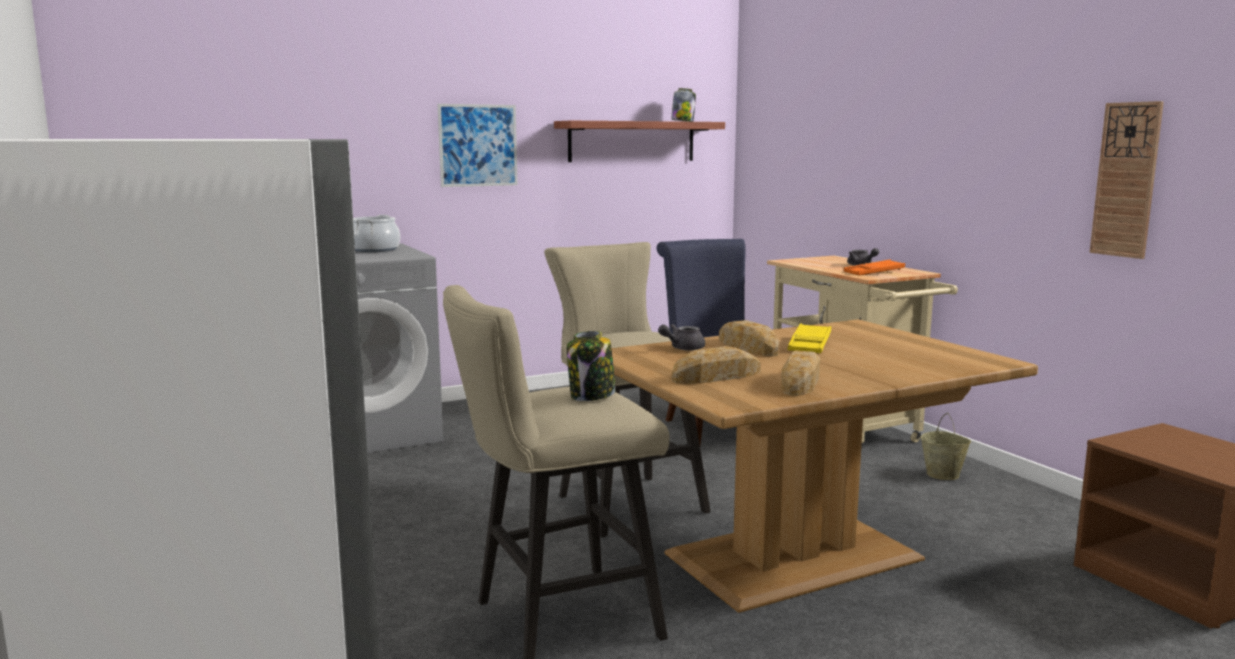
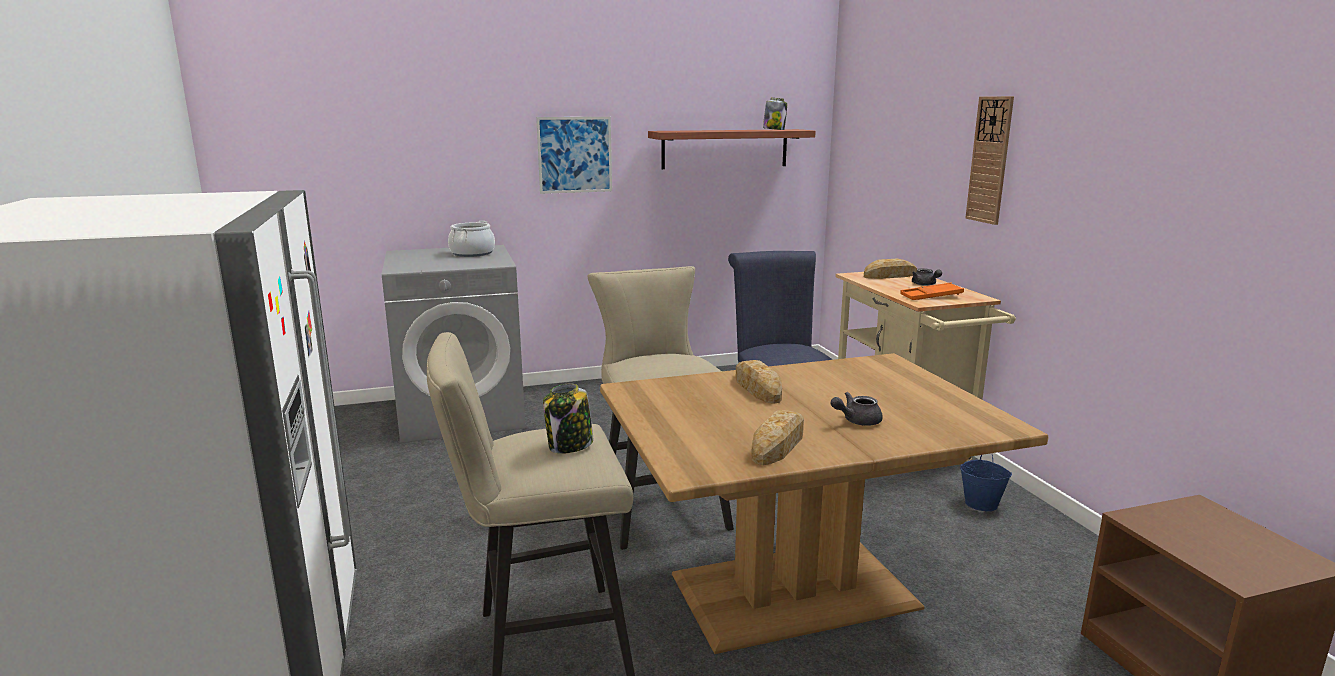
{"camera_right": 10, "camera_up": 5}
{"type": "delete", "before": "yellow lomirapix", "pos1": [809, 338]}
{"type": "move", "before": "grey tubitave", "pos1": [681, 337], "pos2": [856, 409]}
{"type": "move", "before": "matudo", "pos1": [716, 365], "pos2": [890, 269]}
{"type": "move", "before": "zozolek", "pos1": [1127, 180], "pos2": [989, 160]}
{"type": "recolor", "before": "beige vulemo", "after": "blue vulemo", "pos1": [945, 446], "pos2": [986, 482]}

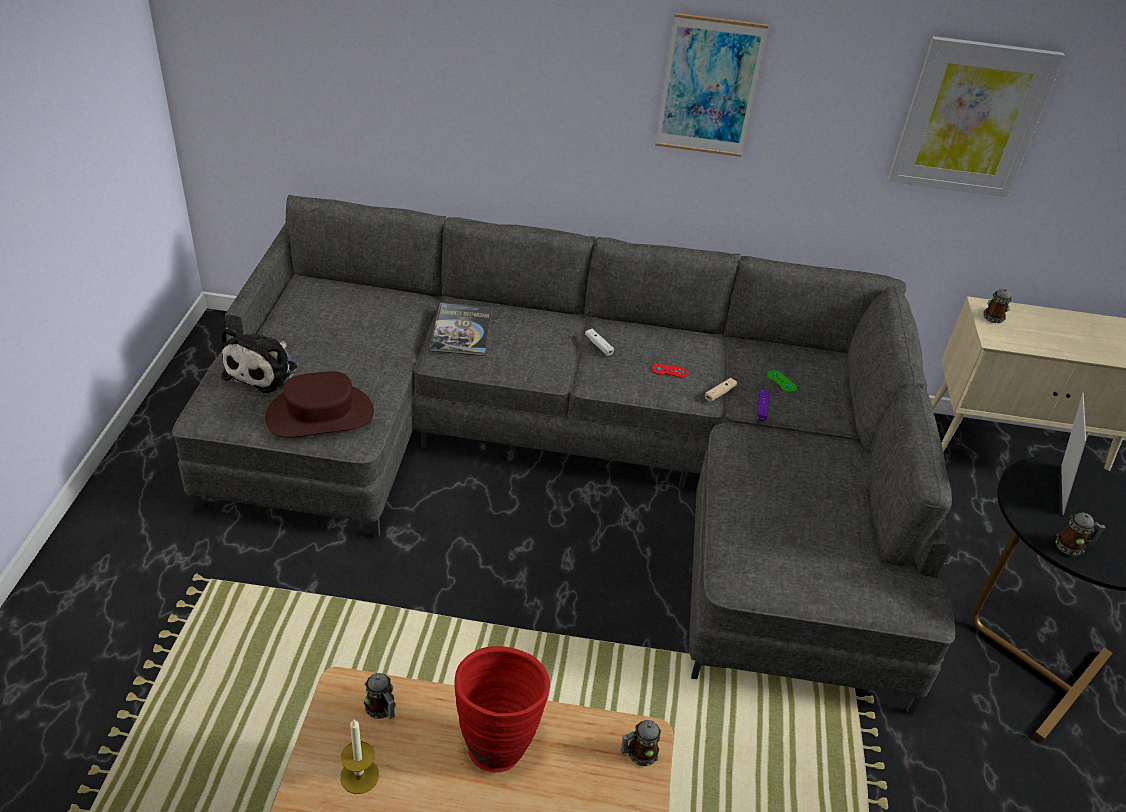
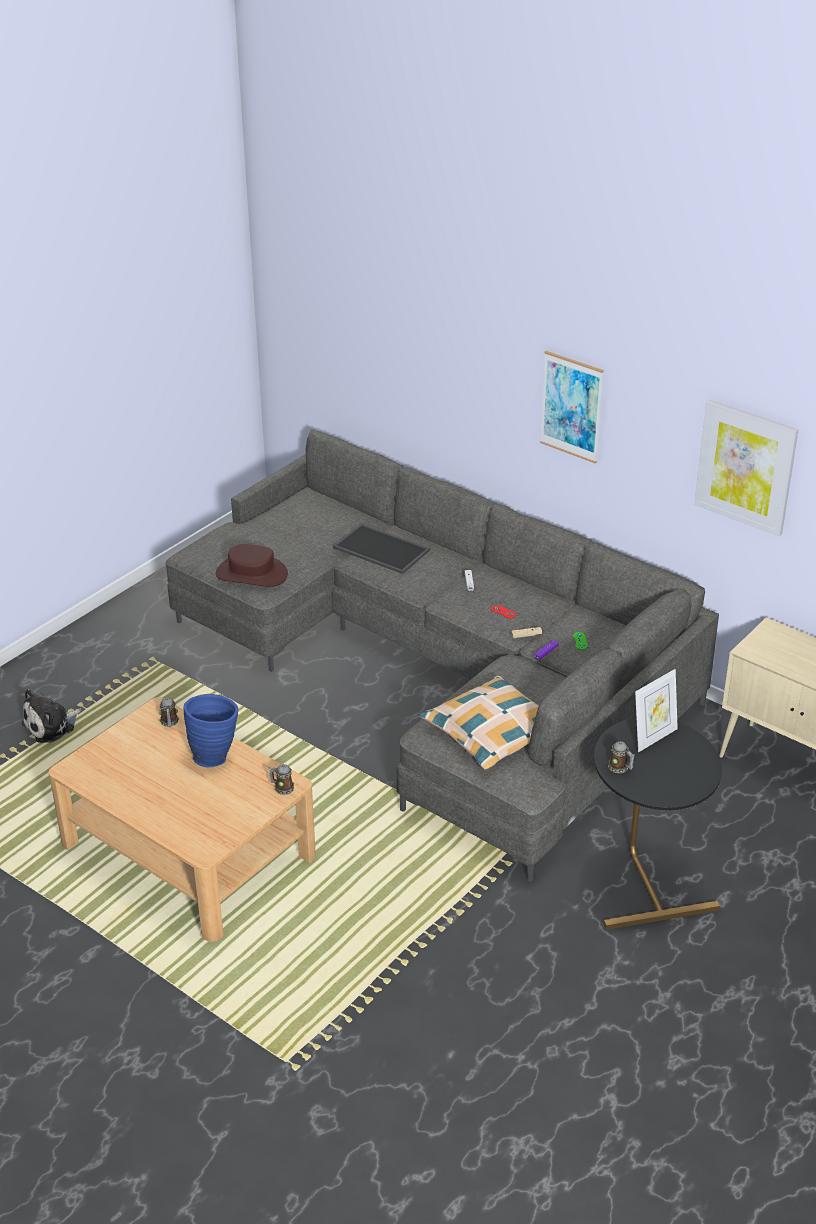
{"camera_right": 35, "camera_up": -5}
{"type": "delete", "before": "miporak", "pos1": [359, 756]}
{"type": "delete", "before": "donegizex", "pos1": [997, 306]}
{"type": "insert", "after": "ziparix", "pos2": [478, 723]}
{"type": "move", "before": "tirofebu", "pos1": [259, 360], "pos2": [52, 716]}
{"type": "replace", "before": "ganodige", "after": "lomirapix", "pos1": [461, 329], "pos2": [381, 548]}
{"type": "recolor", "before": "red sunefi", "after": "blue sunefi", "pos1": [502, 709], "pos2": [210, 731]}

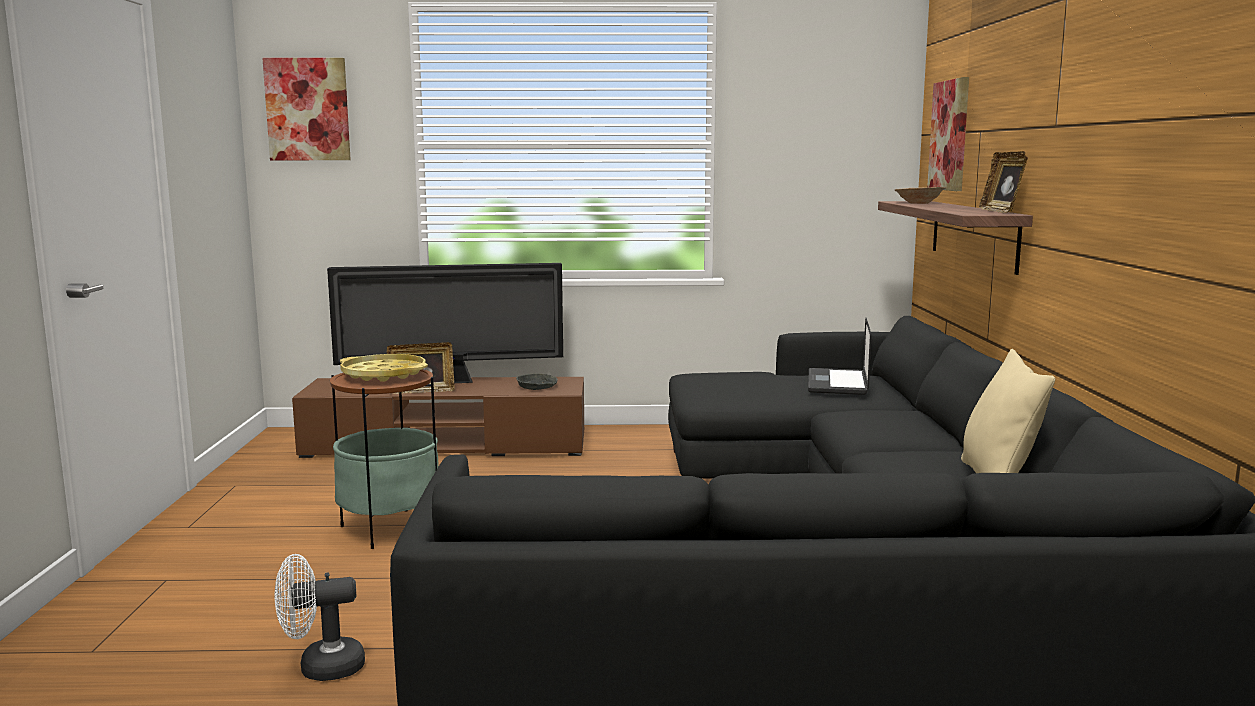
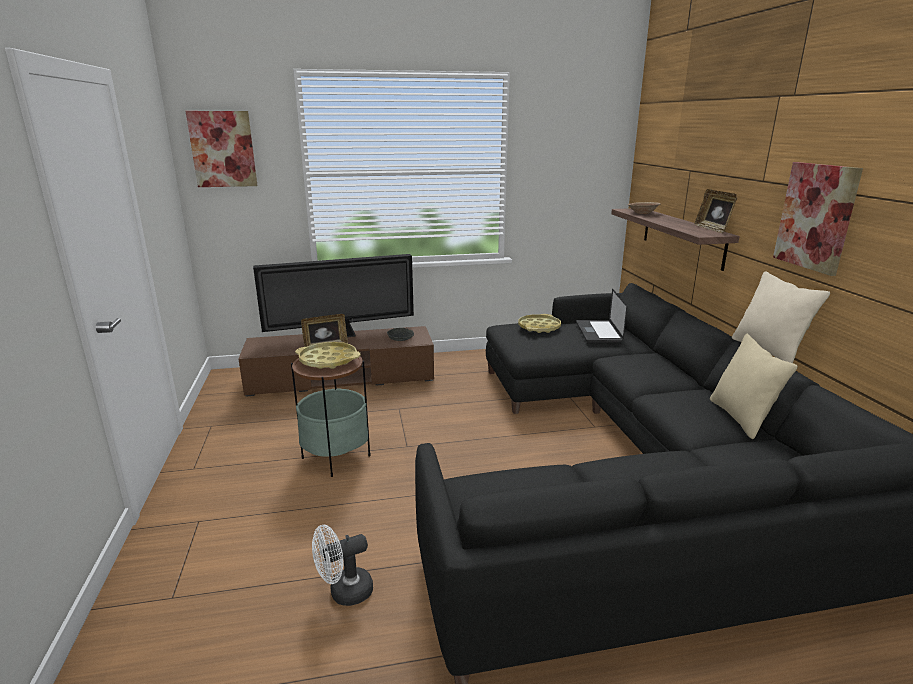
{"camera_right": -10, "camera_up": 10}
{"type": "insert", "after": "yellow lomirapix", "pos2": [539, 323]}
{"type": "insert", "after": "beige ziparix", "pos2": [781, 317]}
{"type": "move", "before": "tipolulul", "pos1": [948, 134], "pos2": [818, 219]}

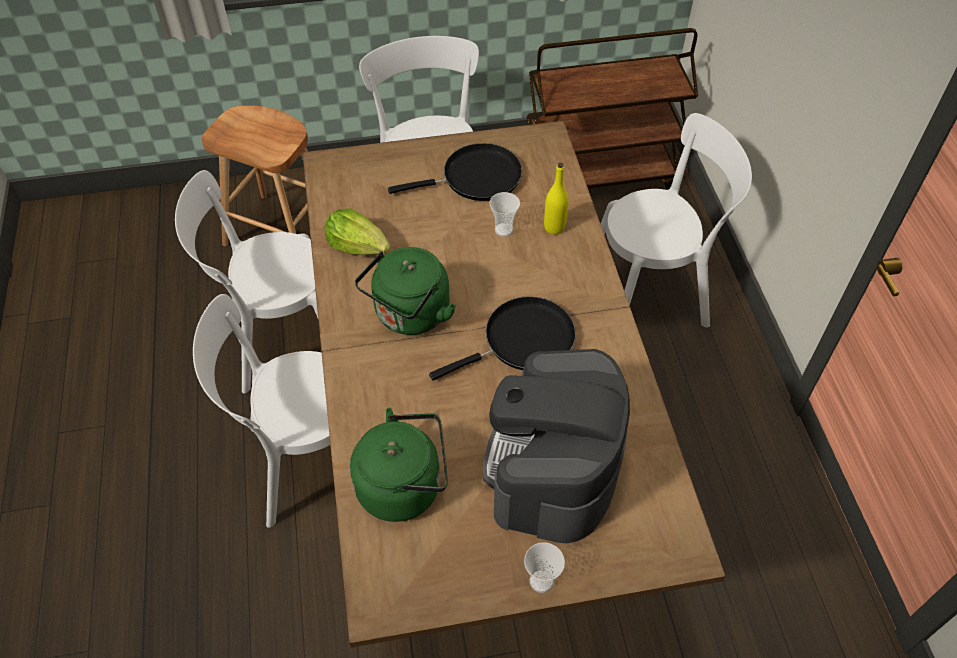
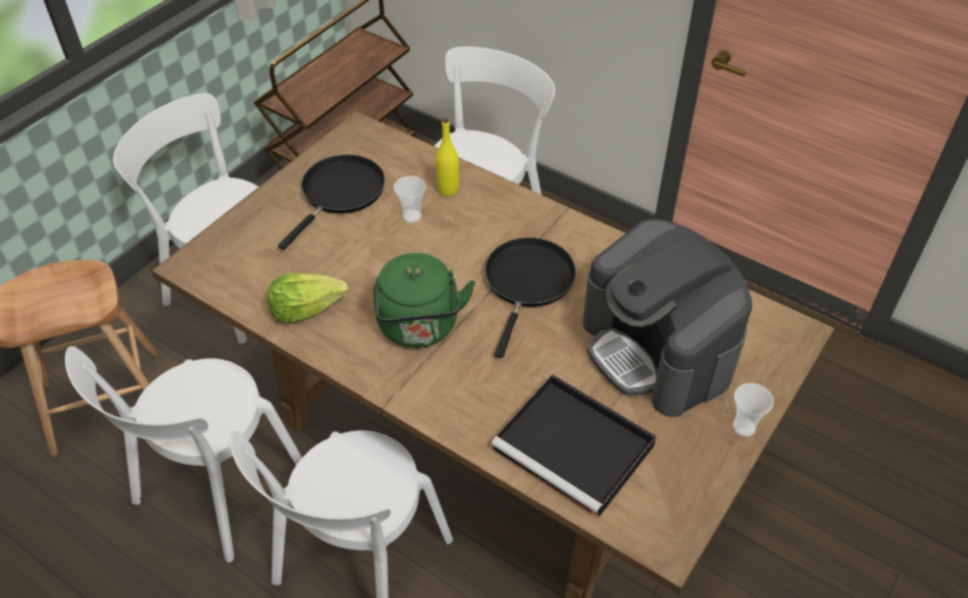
{"camera_right": -45, "camera_up": -5}
{"type": "replace", "before": "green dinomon", "after": "black lomirapix", "pos1": [399, 465], "pos2": [573, 446]}

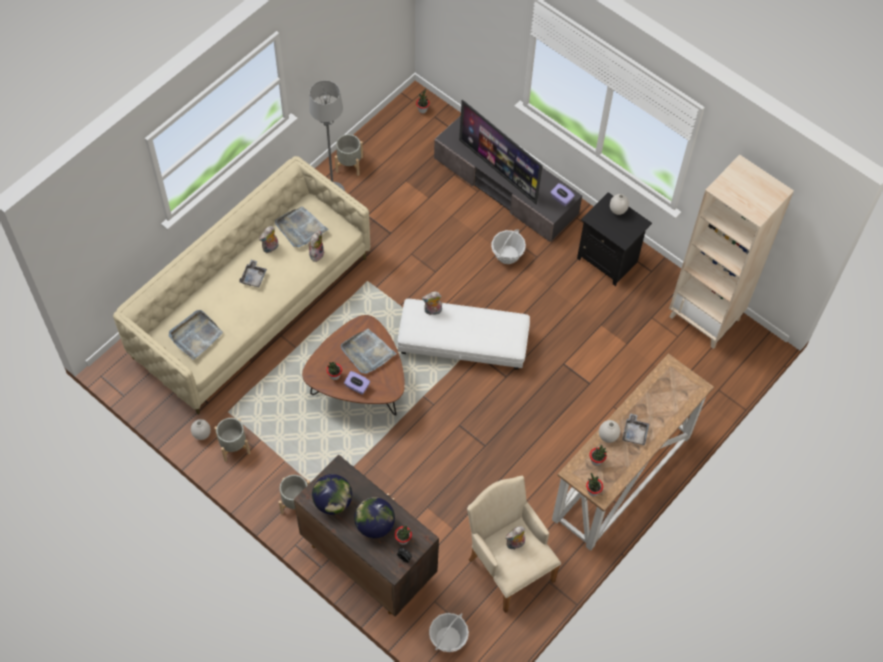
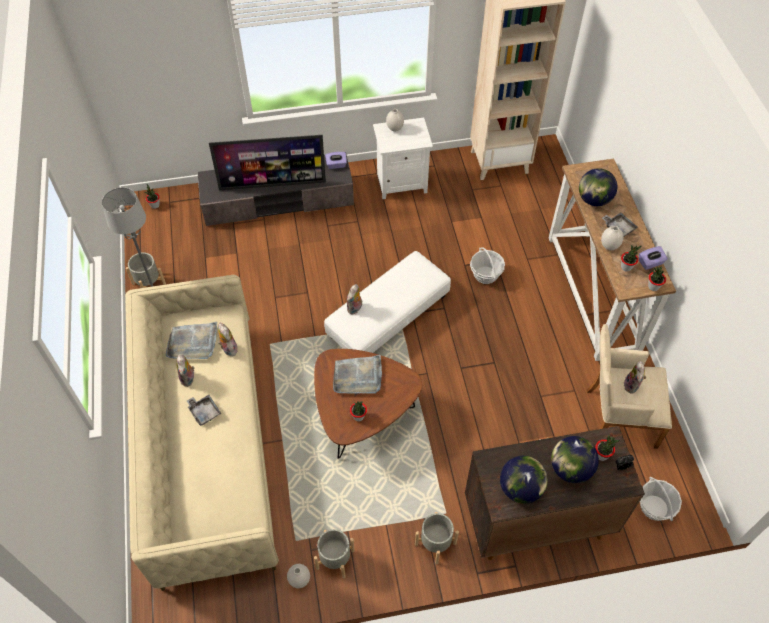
{"camera_right": -50, "camera_up": -5}
{"type": "delete", "before": "grey lomirapix", "pos1": [196, 335]}
{"type": "insert", "after": "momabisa", "pos2": [598, 187]}
{"type": "move", "before": "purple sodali", "pos1": [357, 383], "pos2": [653, 258]}
{"type": "move", "before": "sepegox", "pos1": [508, 246], "pos2": [487, 265]}
{"type": "recolor", "before": "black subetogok", "after": "white subetogok", "pos1": [614, 239], "pos2": [403, 158]}

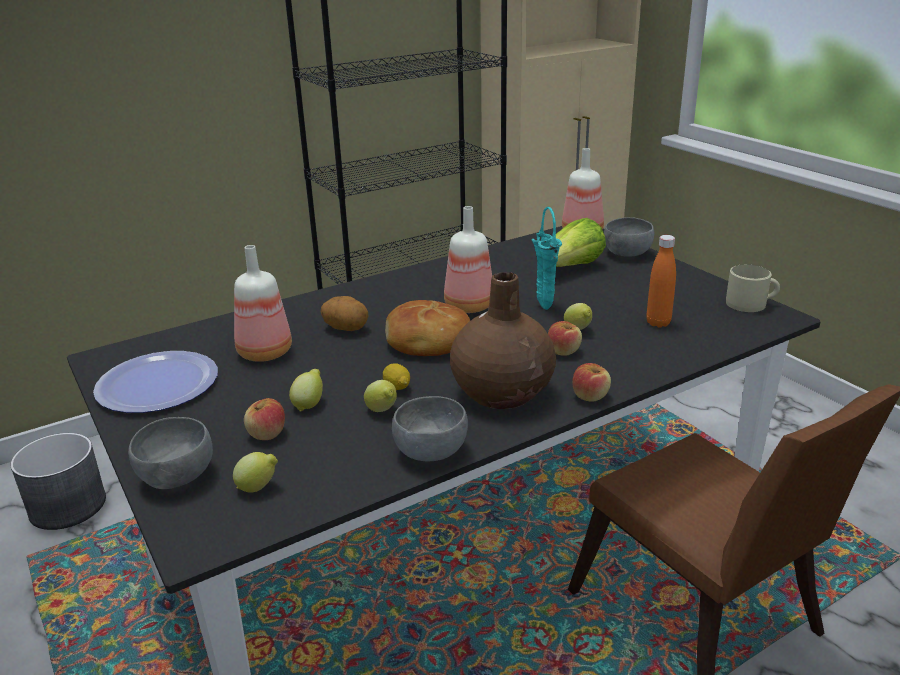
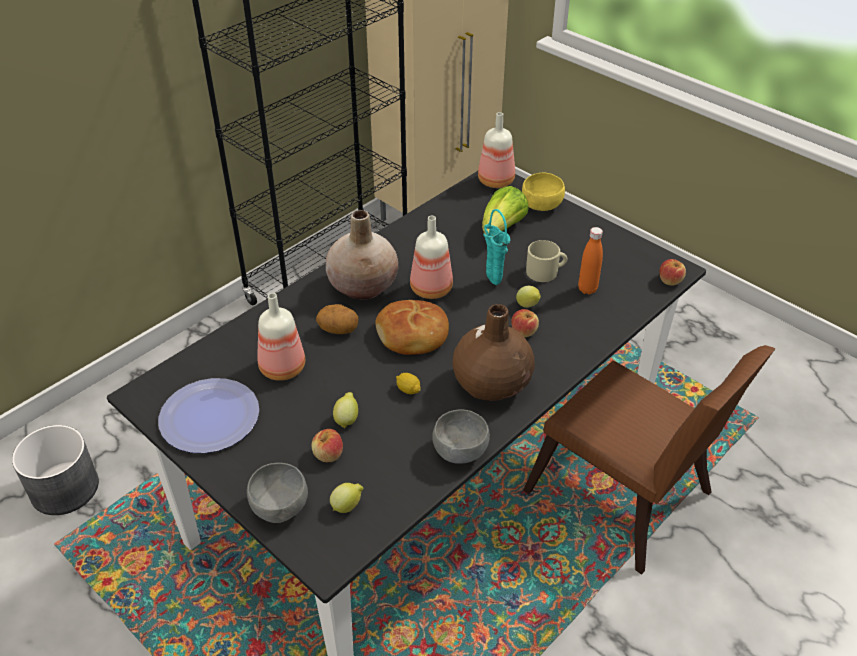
{"camera_right": -15, "camera_up": 15}
{"type": "delete", "before": "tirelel", "pos1": [380, 396]}
{"type": "insert", "after": "beige sunefi", "pos2": [362, 255]}
{"type": "move", "before": "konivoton", "pos1": [591, 382], "pos2": [672, 272]}
{"type": "move", "before": "beige donegizex", "pos1": [753, 288], "pos2": [546, 261]}
{"type": "recolor", "before": "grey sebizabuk", "after": "yellow sebizabuk", "pos1": [629, 237], "pos2": [543, 192]}

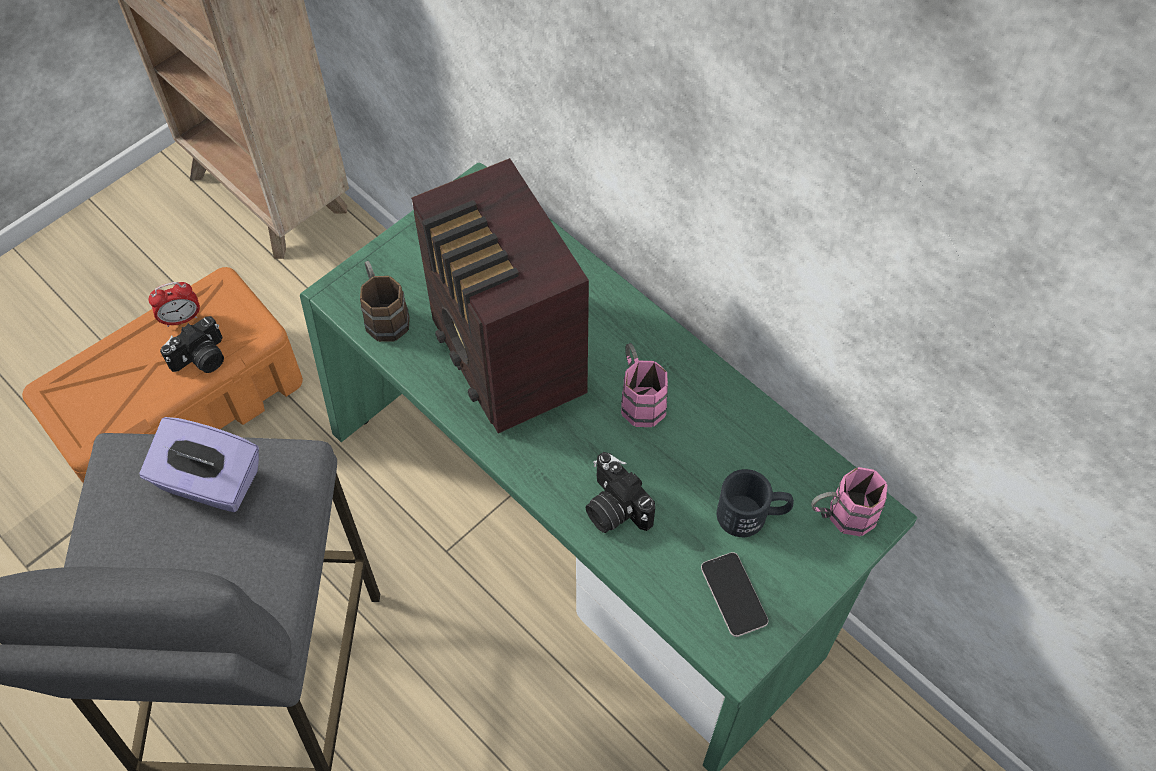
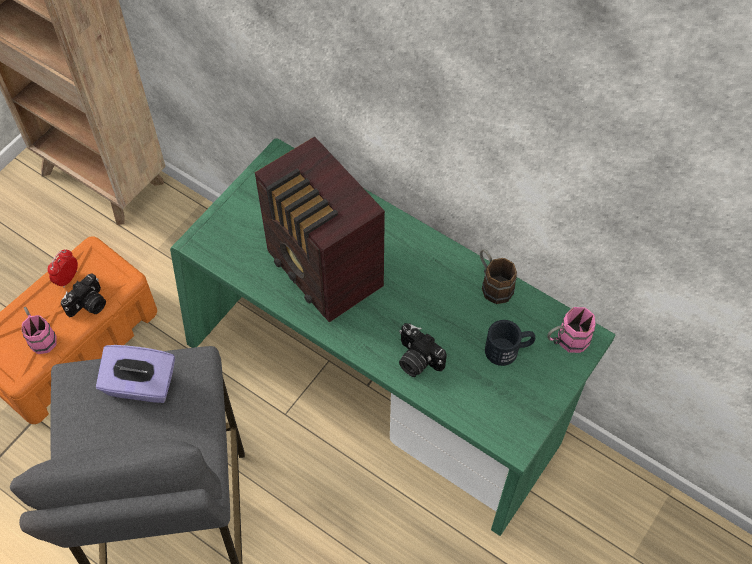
{"camera_right": -10, "camera_up": 0}
{"type": "delete", "before": "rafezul", "pos1": [734, 594]}
{"type": "move", "before": "brown donegizex", "pos1": [385, 301], "pos2": [498, 276]}
{"type": "move", "before": "pink donegizex", "pos1": [644, 385], "pos2": [39, 330]}
{"type": "rotate", "before": "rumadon", "pos1": [174, 304], "pos2": [62, 268], "turn": 150}

